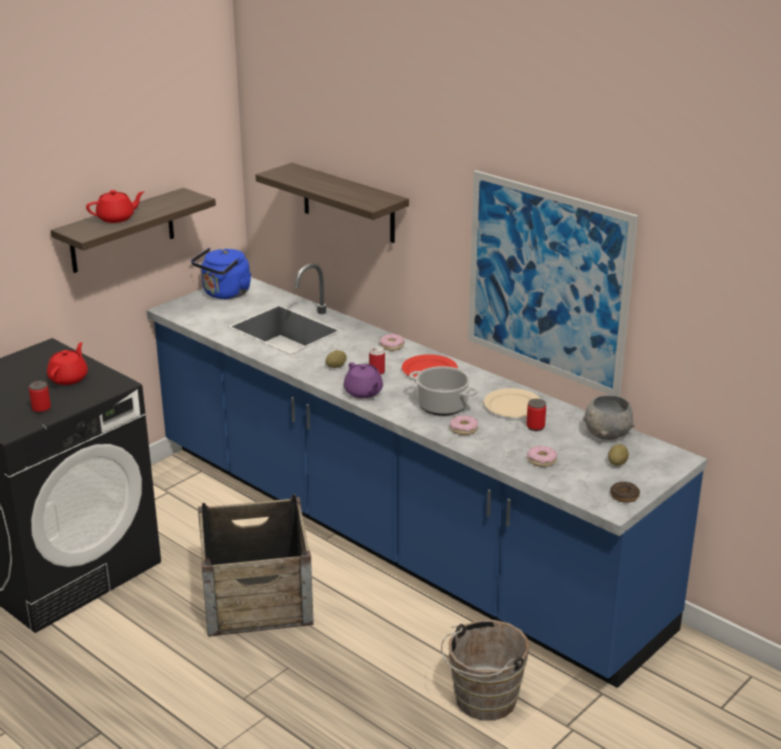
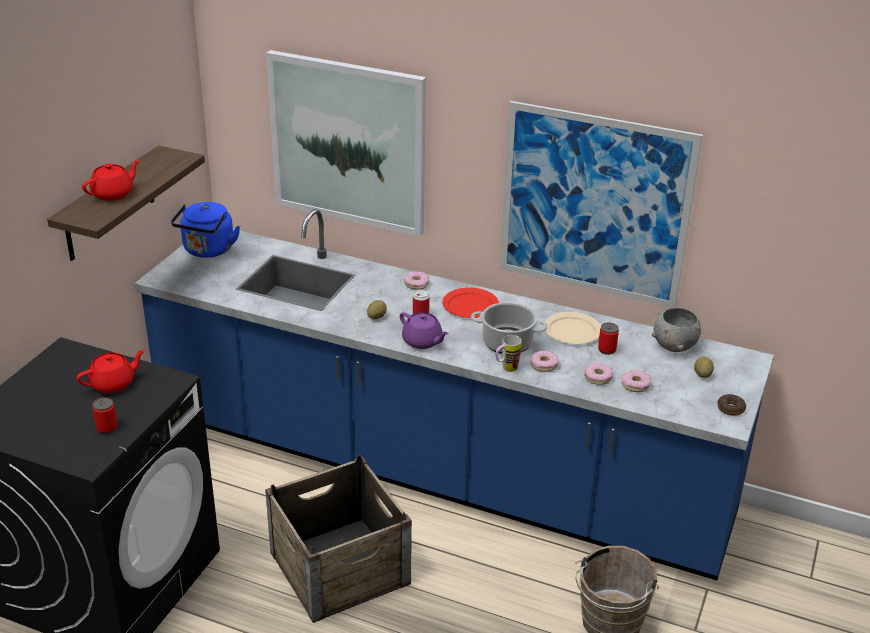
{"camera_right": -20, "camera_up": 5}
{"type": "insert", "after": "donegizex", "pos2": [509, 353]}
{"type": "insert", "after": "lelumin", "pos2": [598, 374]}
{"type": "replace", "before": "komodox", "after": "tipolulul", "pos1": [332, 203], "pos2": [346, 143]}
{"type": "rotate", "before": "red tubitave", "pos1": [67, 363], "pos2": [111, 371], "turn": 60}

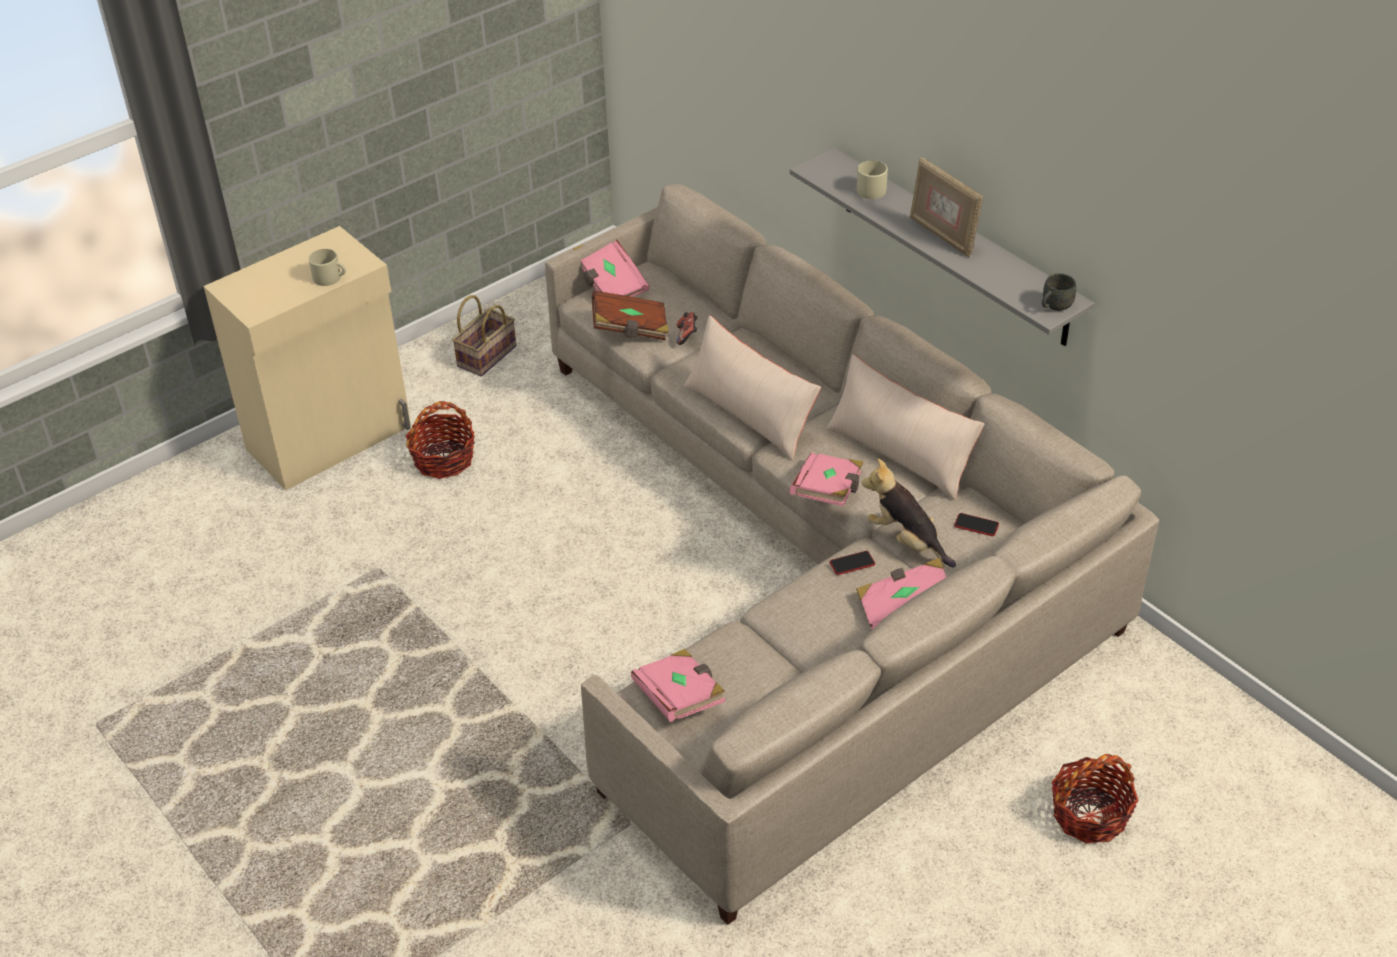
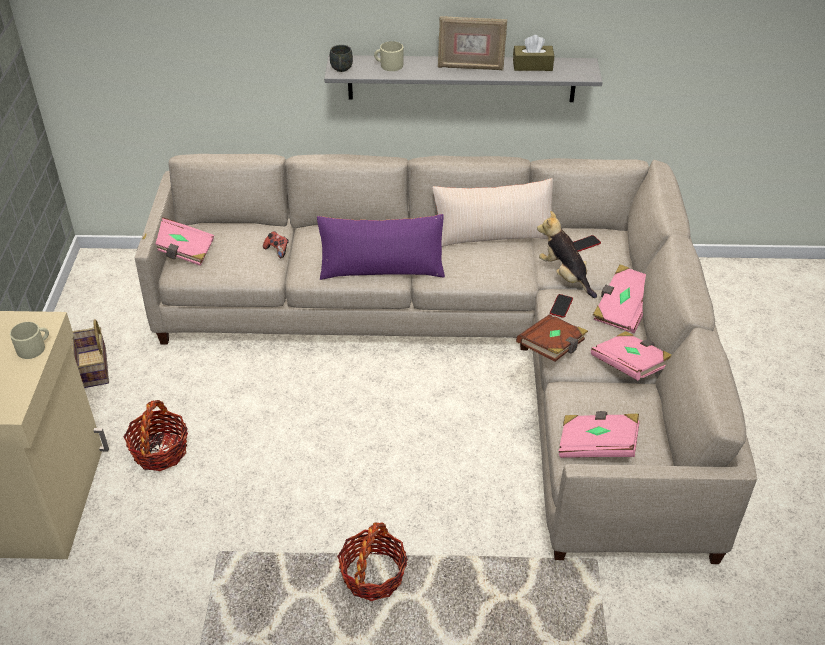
{"camera_right": -50, "camera_up": 0}
{"type": "insert", "after": "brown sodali", "pos2": [533, 53]}
{"type": "move", "before": "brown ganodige", "pos1": [630, 315], "pos2": [552, 338]}
{"type": "move", "before": "pink ganodige", "pos1": [826, 479], "pos2": [631, 356]}
{"type": "move", "before": "grey donegizex", "pos1": [1059, 292], "pos2": [341, 58]}
{"type": "move", "before": "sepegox", "pos1": [1095, 798], "pos2": [372, 561]}
{"type": "recolor", "before": "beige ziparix", "after": "purple ziparix", "pos1": [752, 387], "pos2": [381, 247]}
{"type": "rotate", "before": "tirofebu", "pos1": [909, 512], "pos2": [567, 254], "turn": 60}

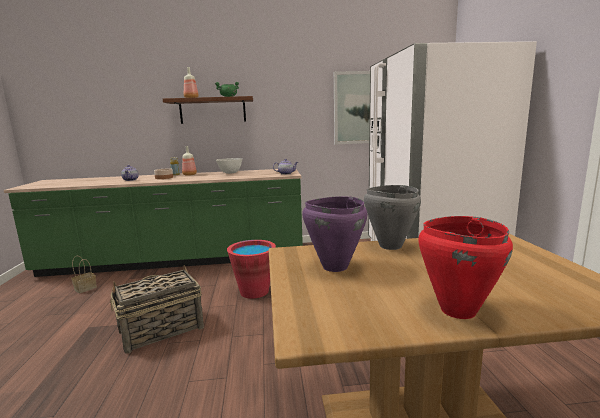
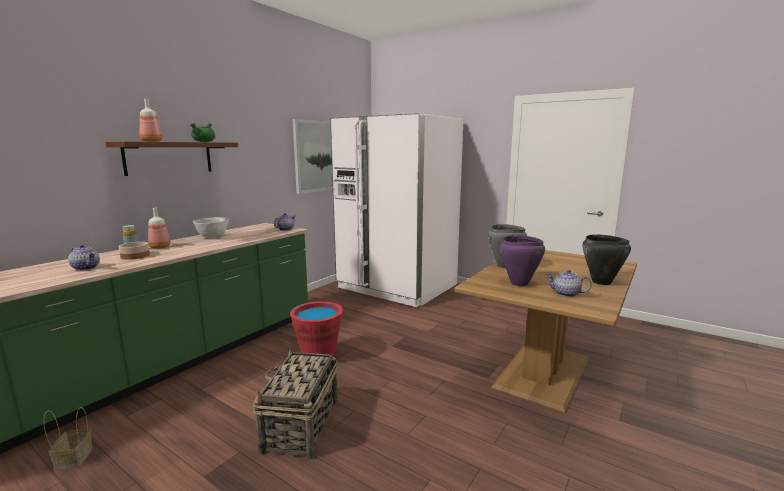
{"camera_right": -50, "camera_up": 0}
{"type": "insert", "after": "tubitave", "pos2": [569, 283]}
{"type": "recolor", "before": "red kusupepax", "after": "black kusupepax", "pos1": [465, 267], "pos2": [607, 259]}

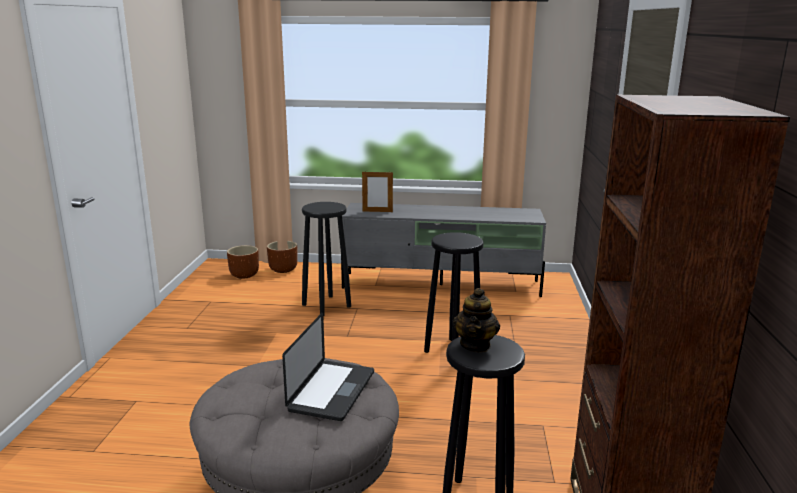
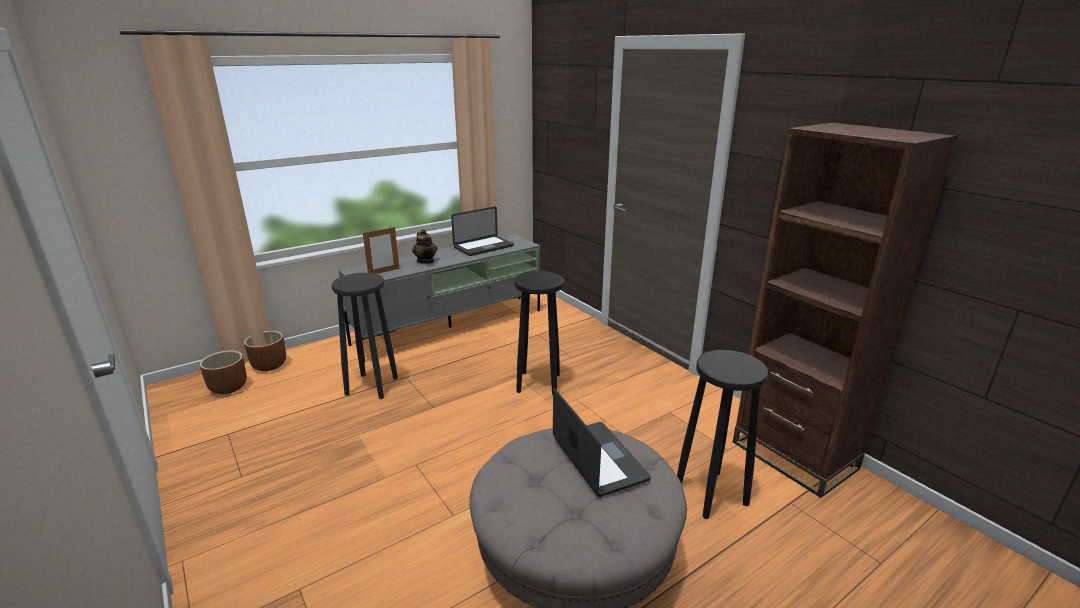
{"camera_right": -40, "camera_up": 5}
{"type": "insert", "after": "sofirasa", "pos2": [482, 231]}
{"type": "move", "before": "tubitave", "pos1": [476, 320], "pos2": [424, 246]}

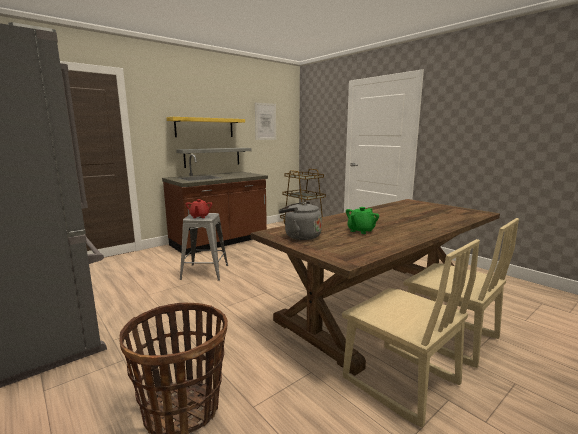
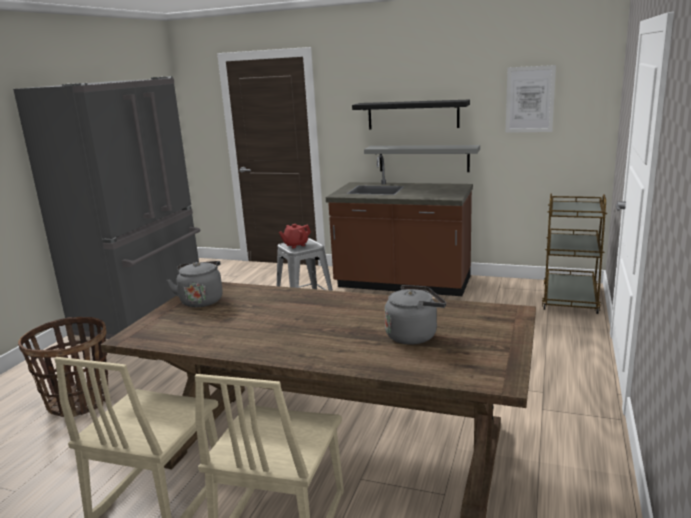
{"camera_right": 60, "camera_up": 5}
{"type": "delete", "before": "green tubitave", "pos1": [362, 220]}
{"type": "insert", "after": "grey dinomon", "pos2": [415, 315]}
{"type": "recolor", "before": "yellow komodox", "after": "black komodox", "pos1": [205, 127], "pos2": [411, 114]}

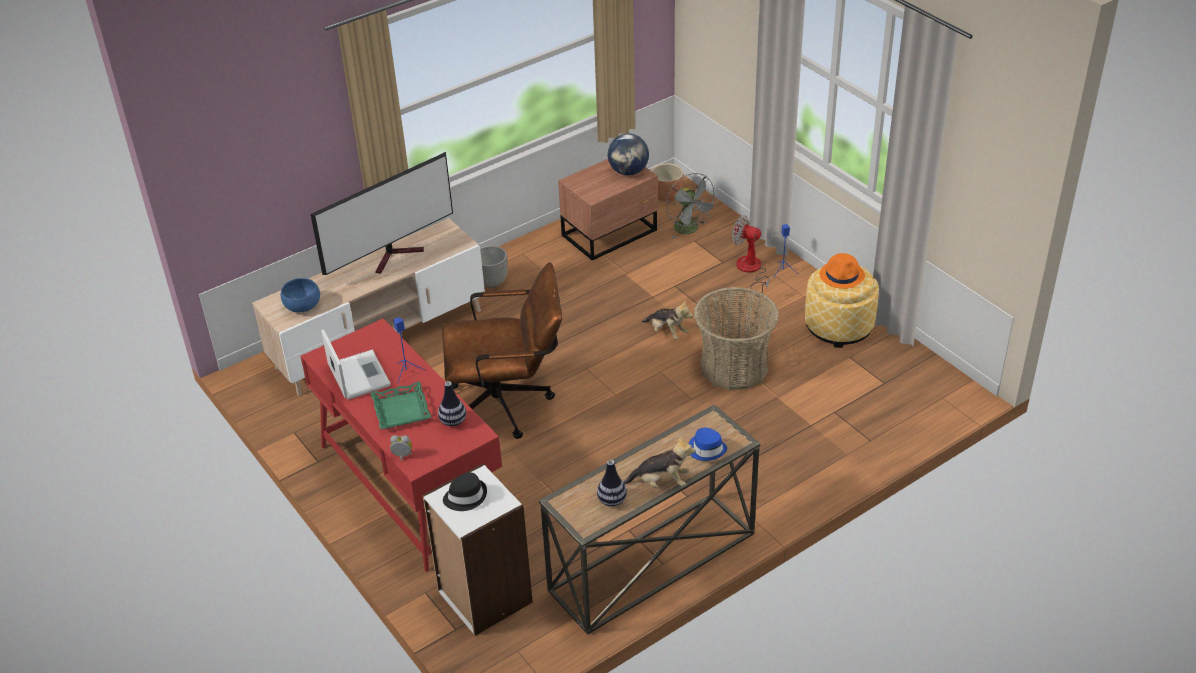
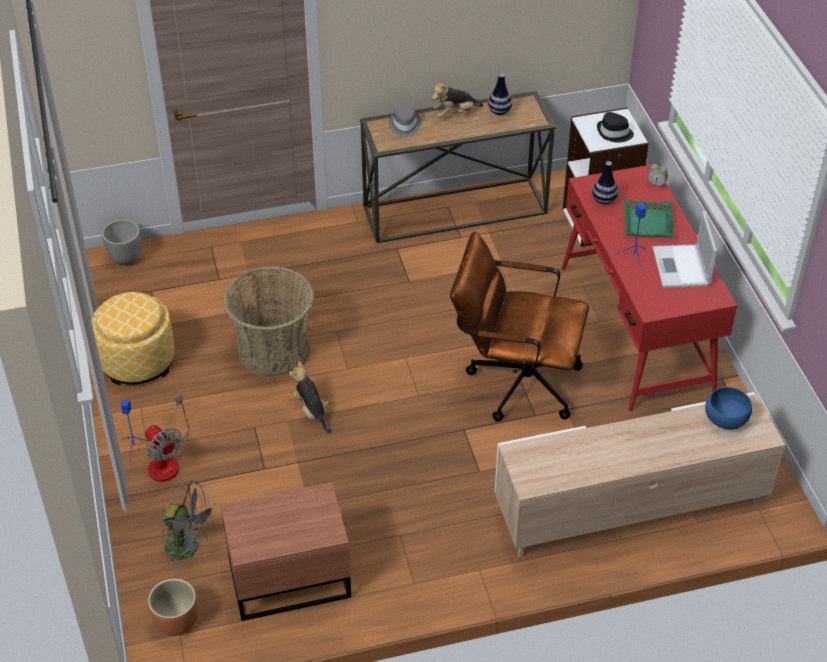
{"camera_right": -160, "camera_up": 5}
{"type": "delete", "before": "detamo", "pos1": [382, 213]}
{"type": "delete", "before": "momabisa", "pos1": [628, 154]}
{"type": "delete", "before": "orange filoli", "pos1": [842, 271]}
{"type": "move", "before": "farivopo", "pos1": [494, 266], "pos2": [121, 242]}
{"type": "recolor", "before": "blue filoli", "after": "grey filoli", "pos1": [708, 444], "pos2": [405, 120]}
{"type": "rotate", "before": "tirofebu", "pos1": [659, 461], "pos2": [457, 100], "turn": -45}
{"type": "rotate", "before": "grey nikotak", "pos1": [692, 206], "pos2": [189, 526], "turn": 120}

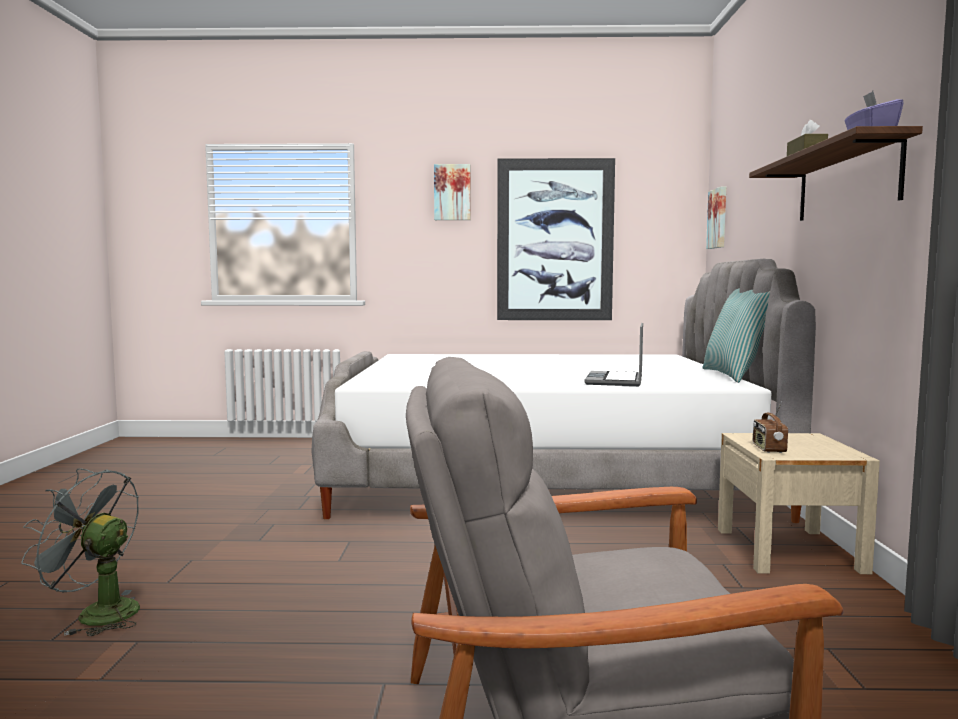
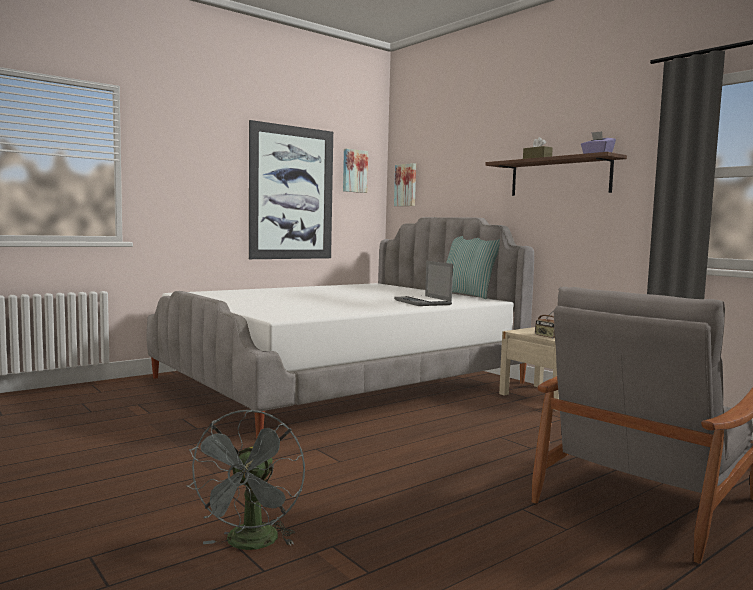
{"camera_right": -40, "camera_up": 0}
{"type": "move", "before": "tipolulul", "pos1": [452, 192], "pos2": [355, 170]}
{"type": "rotate", "before": "grey nikotak", "pos1": [80, 552], "pos2": [245, 479], "turn": -60}

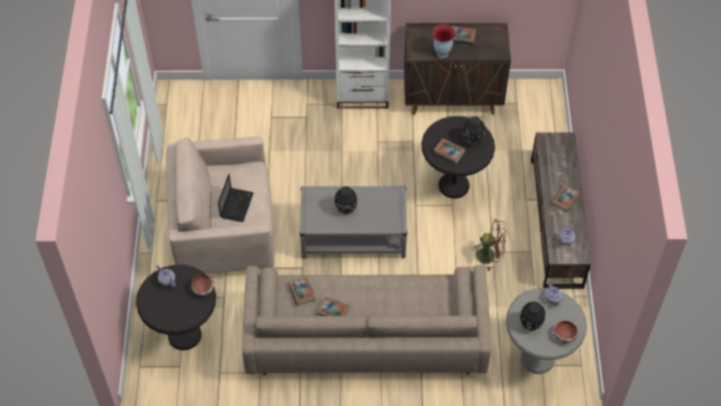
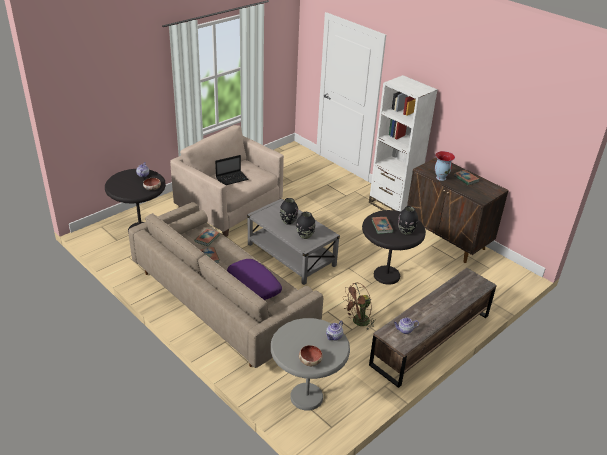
{"camera_right": 45, "camera_up": -20}
{"type": "delete", "before": "ganodige", "pos1": [565, 198]}
{"type": "insert", "after": "purple ziparix", "pos2": [254, 279]}
{"type": "move", "before": "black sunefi", "pos1": [532, 316], "pos2": [305, 225]}
{"type": "rotate", "before": "brown nikotak", "pos1": [488, 245], "pos2": [359, 306], "turn": 90}

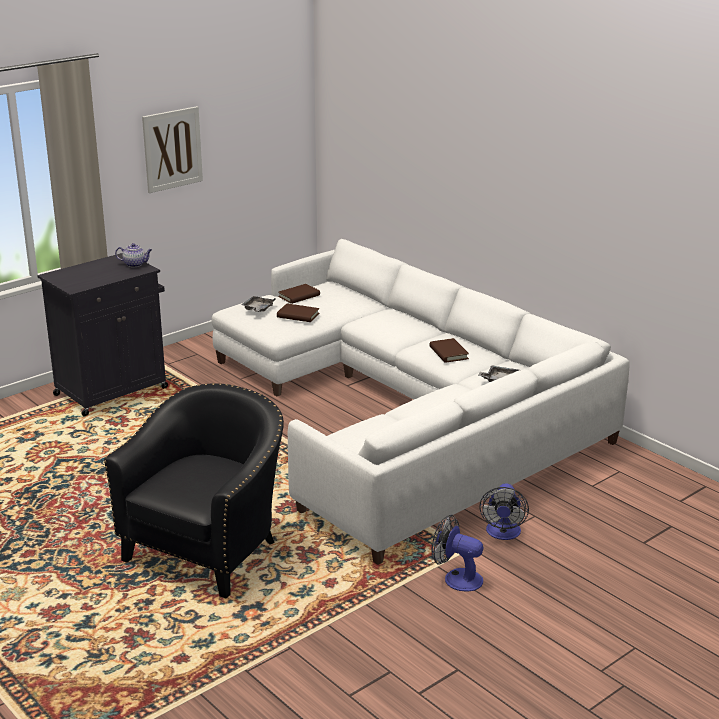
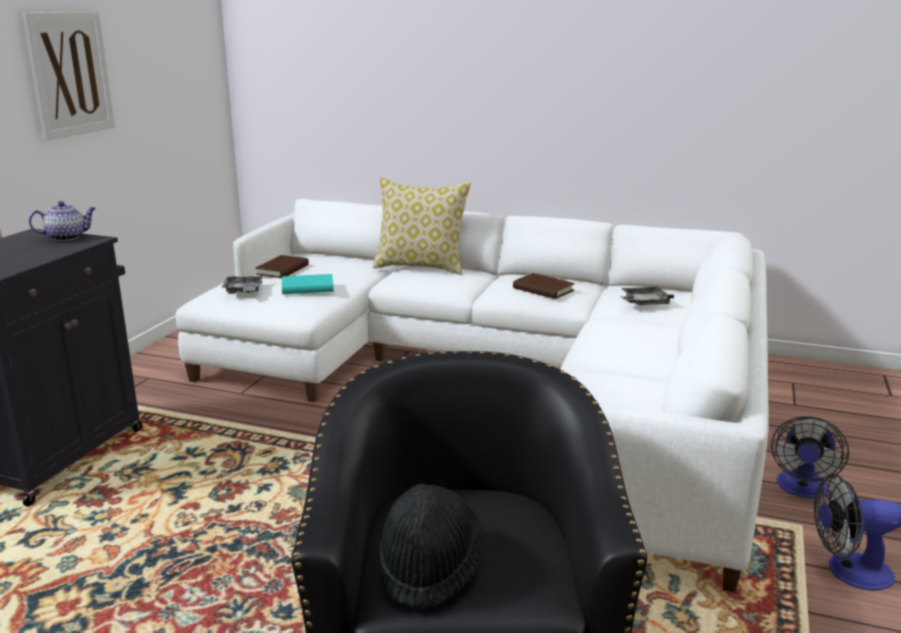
{"camera_right": -30, "camera_up": -5}
{"type": "insert", "after": "ziparix", "pos2": [422, 226]}
{"type": "insert", "after": "black filoli", "pos2": [430, 547]}
{"type": "recolor", "before": "brown ganodige", "after": "turquoise ganodige", "pos1": [298, 312], "pos2": [308, 284]}
{"type": "rotate", "before": "nikotak", "pos1": [504, 511], "pos2": [810, 457], "turn": 45}

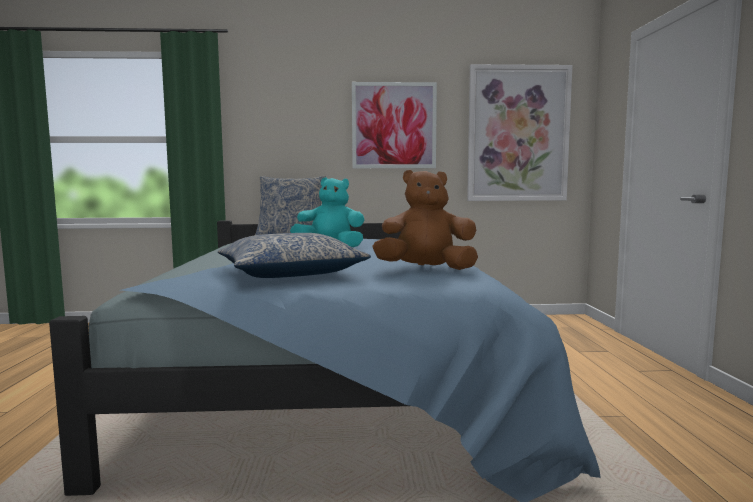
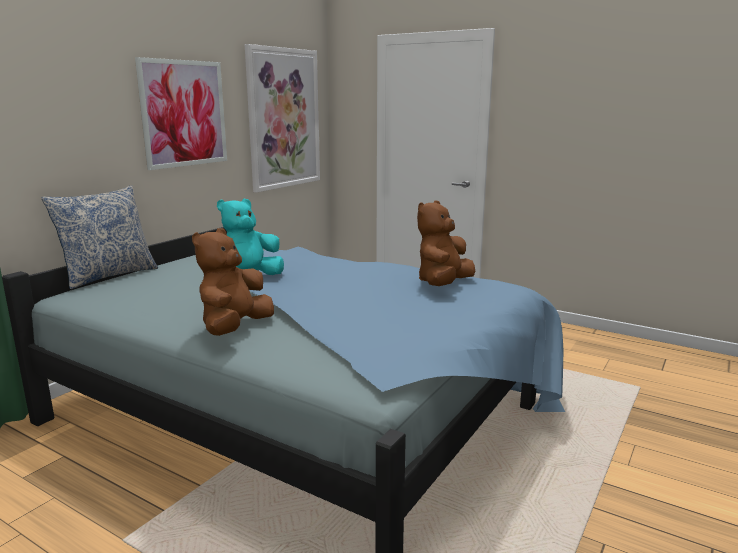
{"camera_right": -55, "camera_up": 10}
{"type": "delete", "before": "ziparix", "pos1": [294, 255]}
{"type": "insert", "after": "brown tirofebu", "pos2": [233, 282]}

